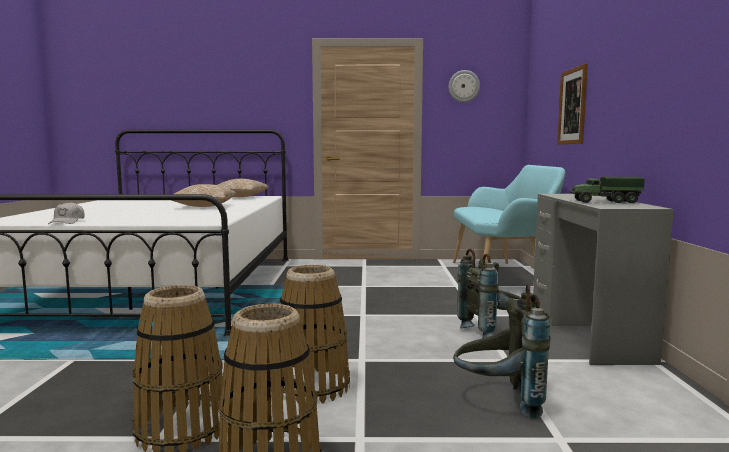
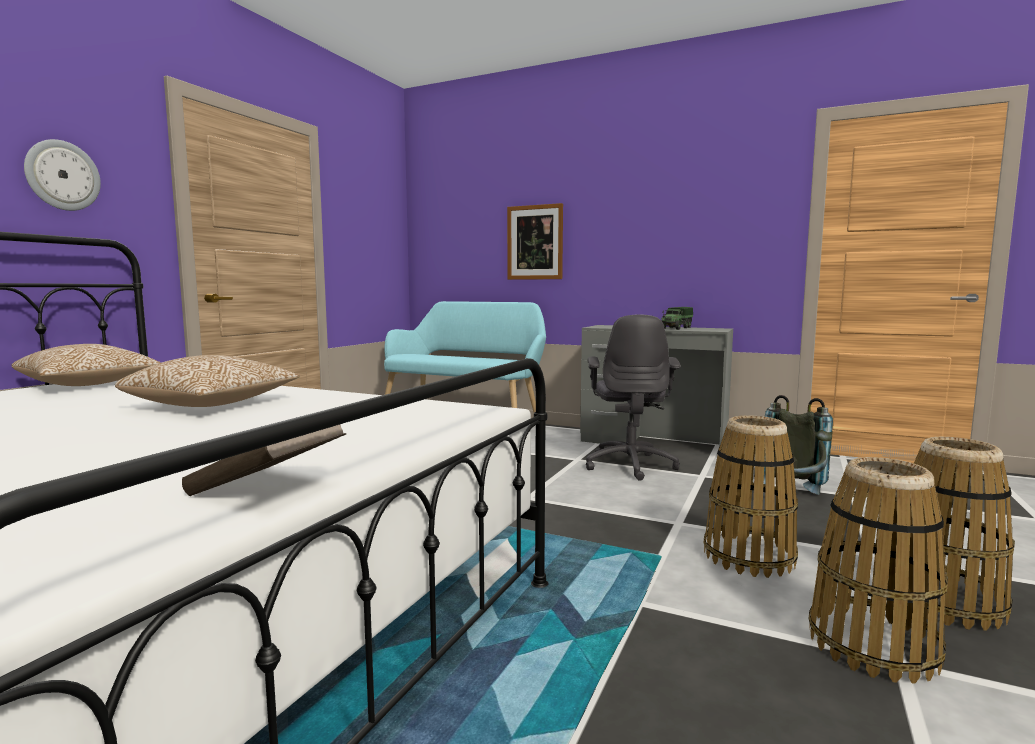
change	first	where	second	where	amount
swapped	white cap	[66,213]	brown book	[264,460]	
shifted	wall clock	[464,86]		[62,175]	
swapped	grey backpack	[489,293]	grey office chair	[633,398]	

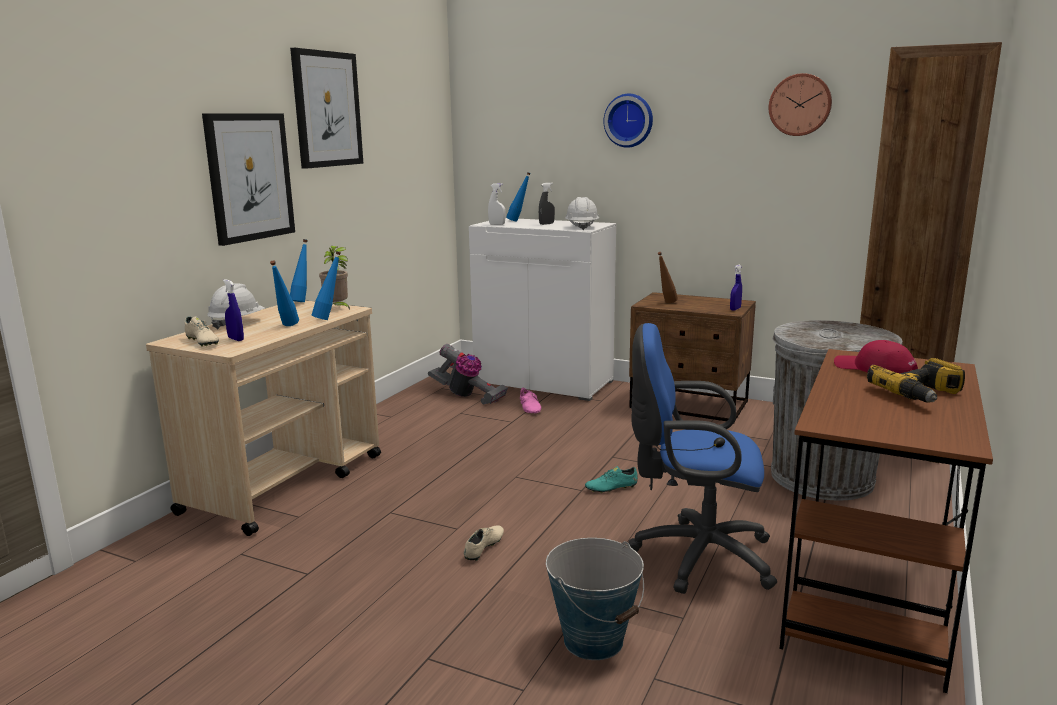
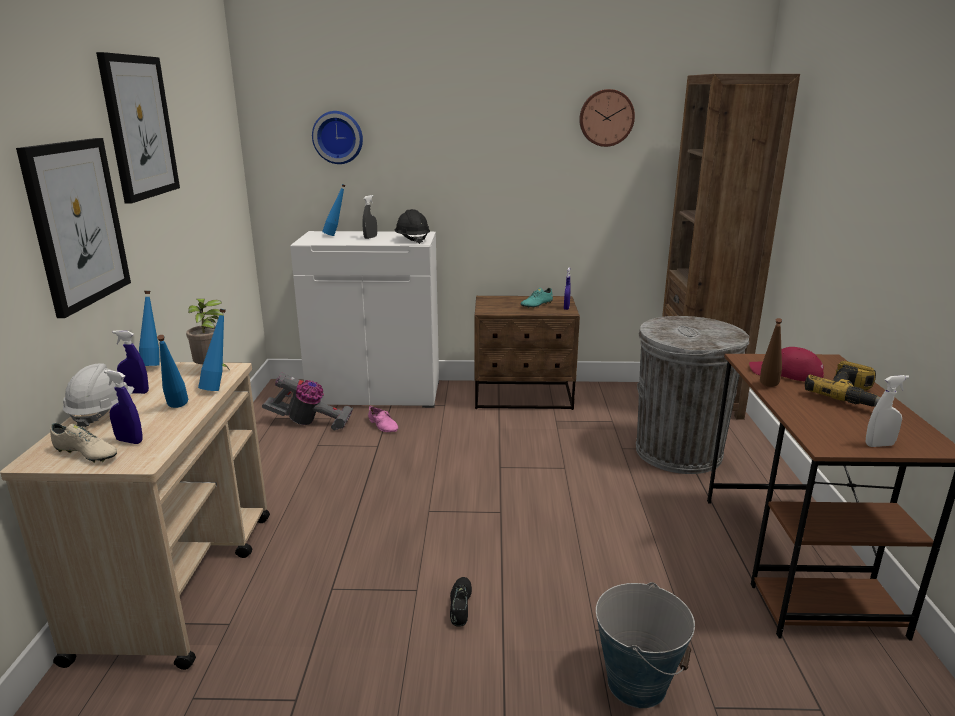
change	first	where	second	where	amount
repainted	beige shoe	[484,543]	black shoe	[461,602]	
shifted	white spray bottle	[496,204]		[887,411]	
repainted	white hard hat	[582,213]	black hard hat	[412,226]	
shifted	turquoise shoe	[611,479]		[537,298]	
shifted	wall clock	[628,121]		[337,137]	
gone	blue office chair	[702,458]			
shifted	brown bottle	[668,277]		[771,352]	
new			blue spray bottle	[131,362]	

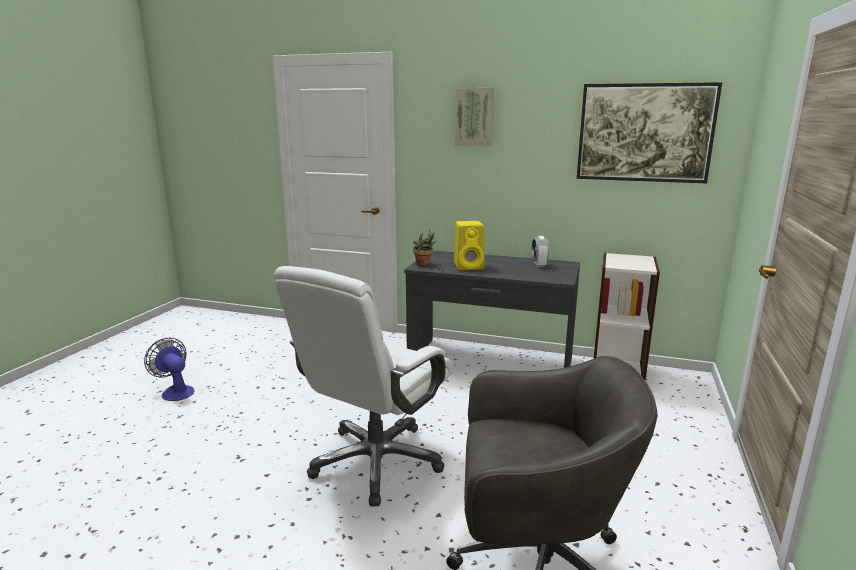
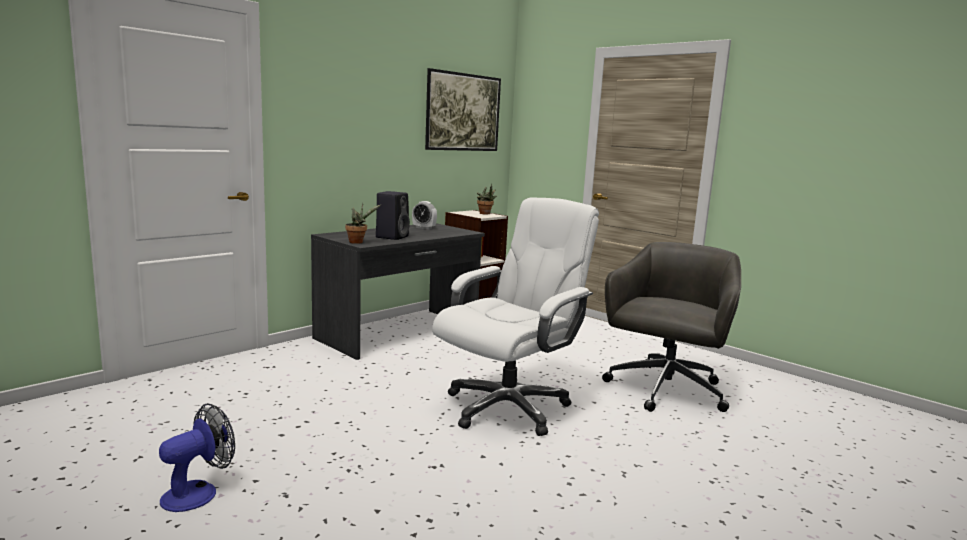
change	first	where	second	where	amount
rotated	fan	[169,369]		[197,457]	150 degrees clockwise
rotated	white office chair	[363,386]		[515,316]	105 degrees counterclockwise
repainted	yellow speaker	[469,245]	black speaker	[393,215]	
gone	picture	[474,117]			
new			potted plant	[487,199]	

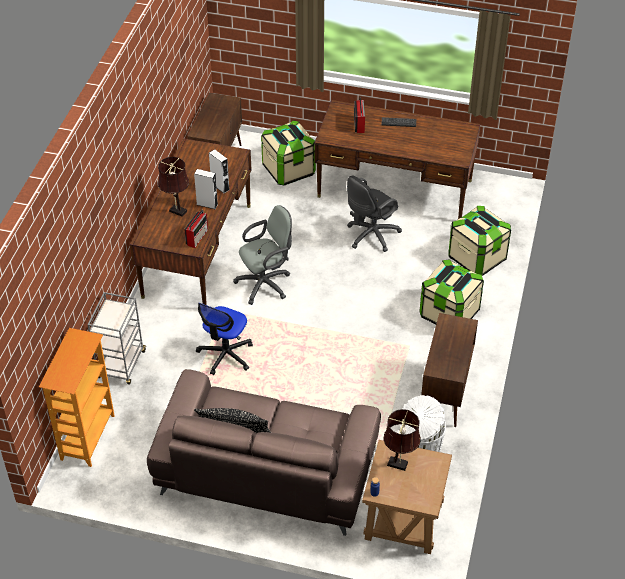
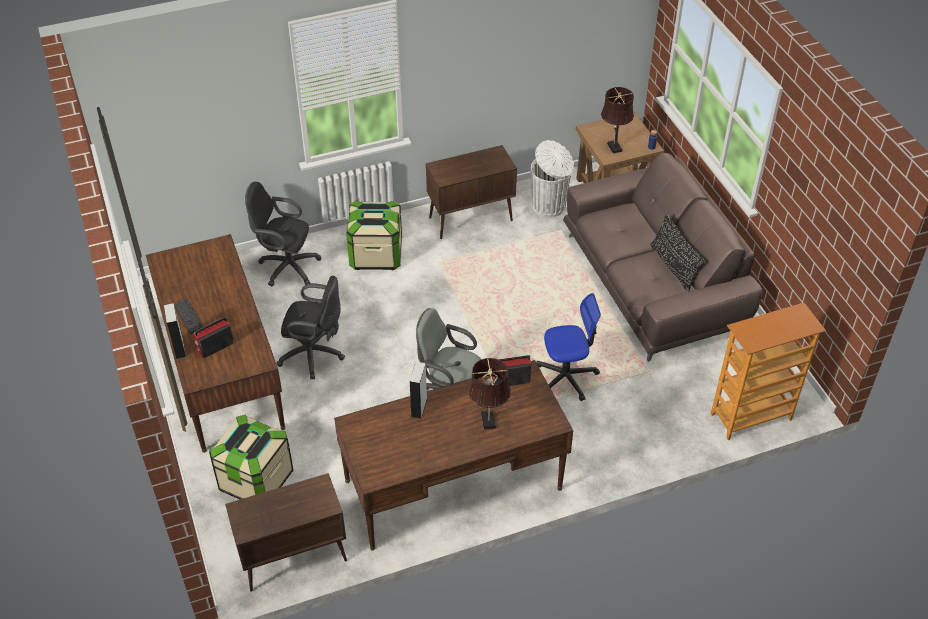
change	first	where	second	where	amount
gone	grey cart	[117,338]			
shifted	grey speaker	[206,189]		[175,331]	
swapped	storage box	[480,241]	black office chair	[283,234]	

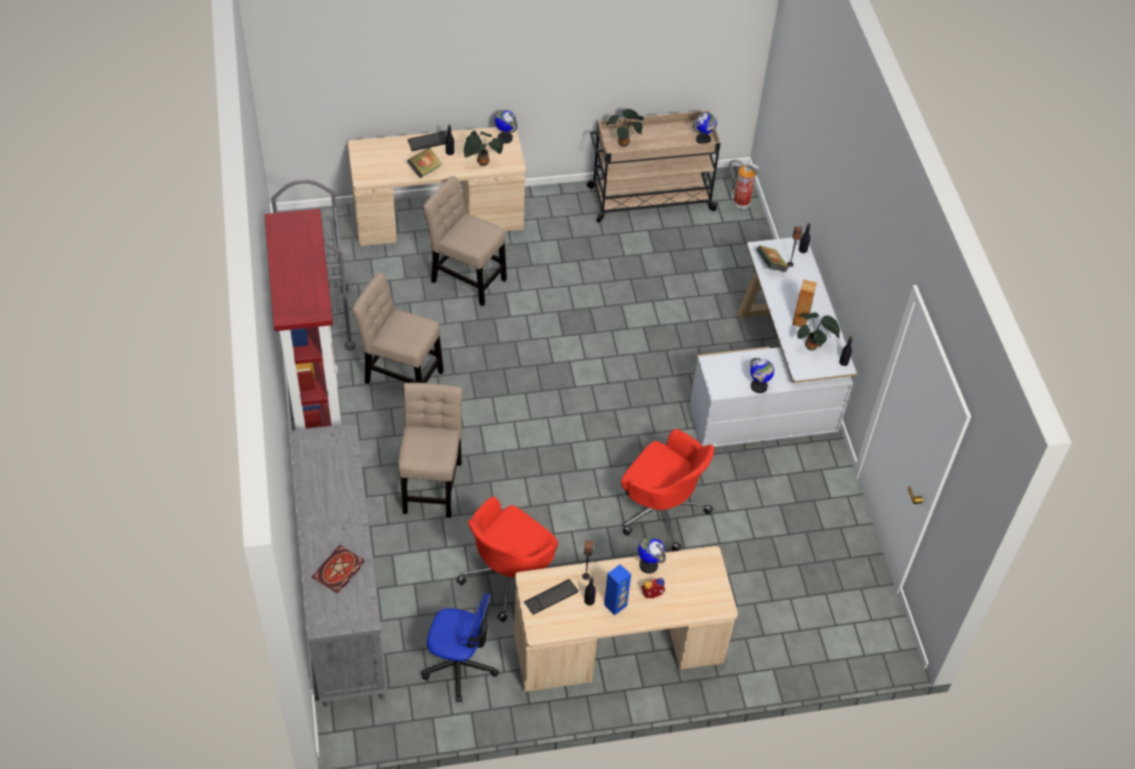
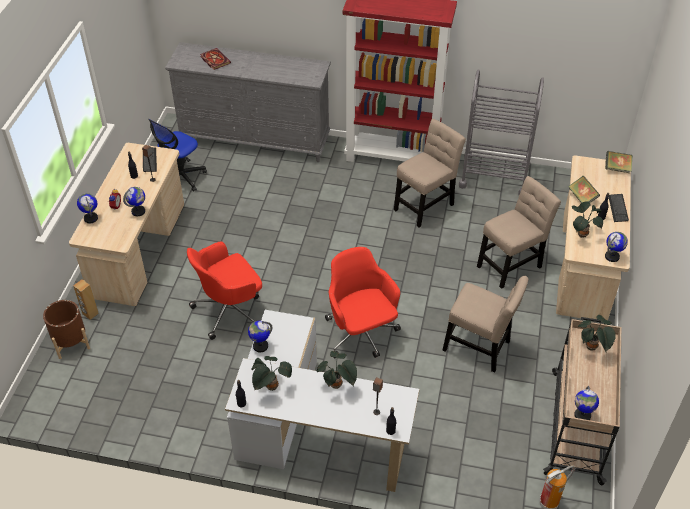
change	first	where	second	where	amount
shifted	beige chair	[430,450]		[486,324]	
shifted	red office chair	[507,559]		[363,303]	
gone	blue speaker	[617,590]			
shifted	book	[772,259]		[619,162]	
shifted	brown speaker	[804,303]		[86,299]	
new			brown planter	[66,329]	
new			globe	[87,208]	
new			potted plant	[336,370]	

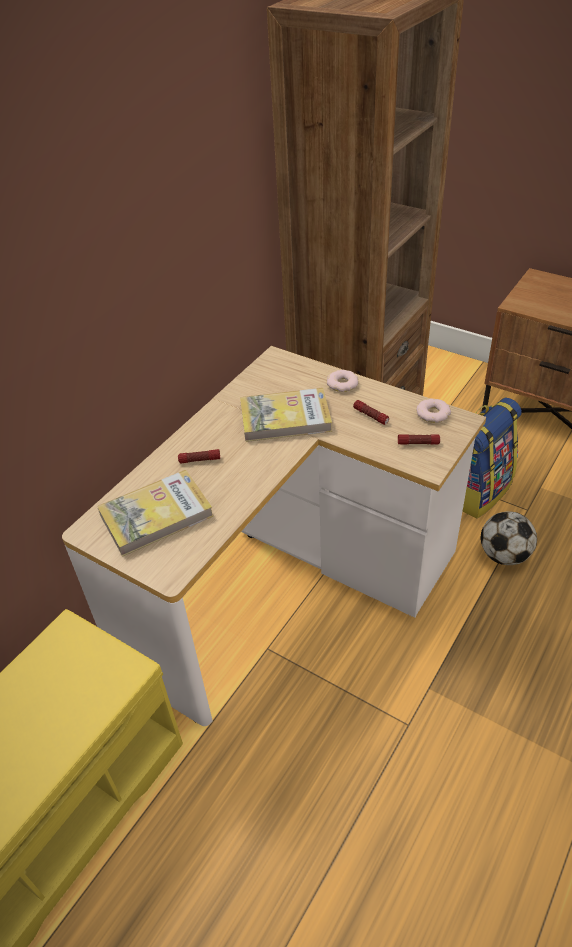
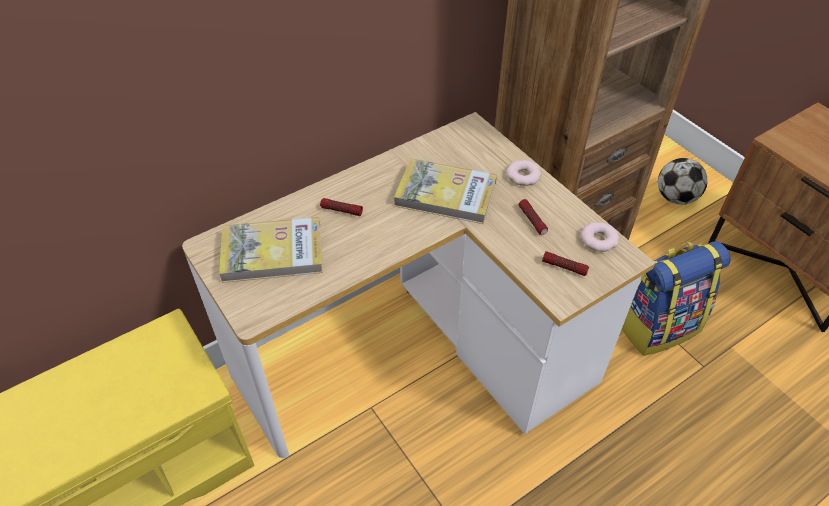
change	first	where	second	where	amount
shifted	football	[509,538]		[683,181]	

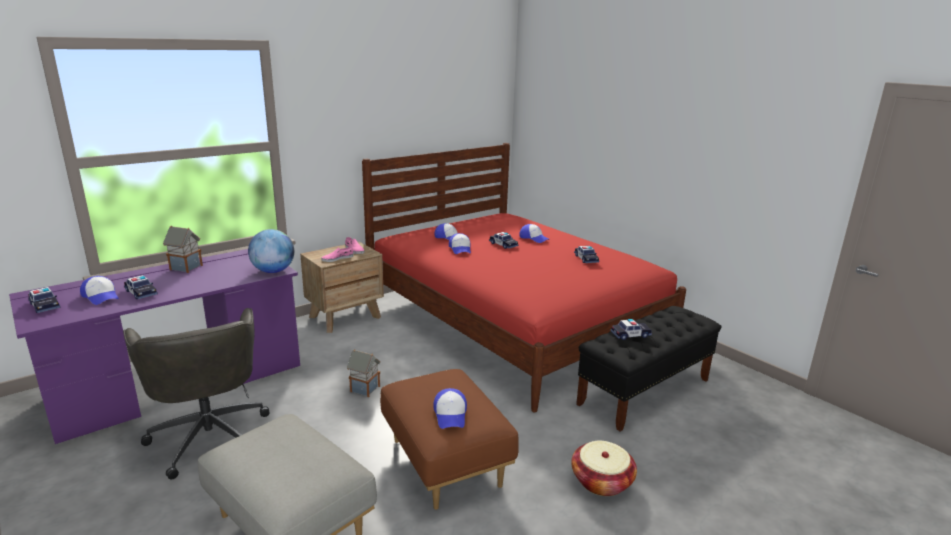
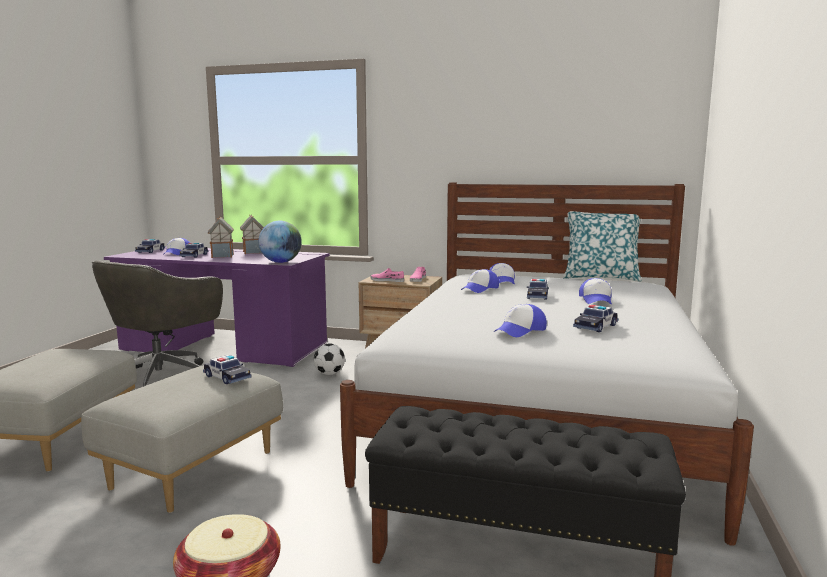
change	first	where	second	where	amount
shifted	toy house	[363,373]		[221,237]	
repainted	red bed	[524,277]	white bed	[547,364]	
repainted	brown ottoman	[449,439]	grey ottoman	[182,439]	
shifted	cap	[450,408]		[520,320]	
shifted	toy car	[631,329]		[227,369]	
new			football	[329,359]	
new			pillow	[602,246]	

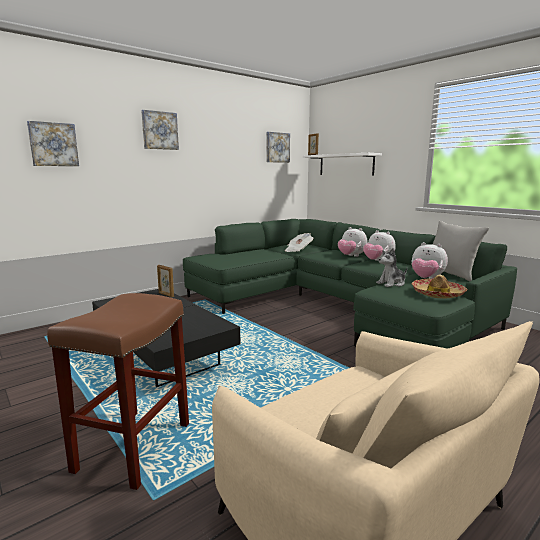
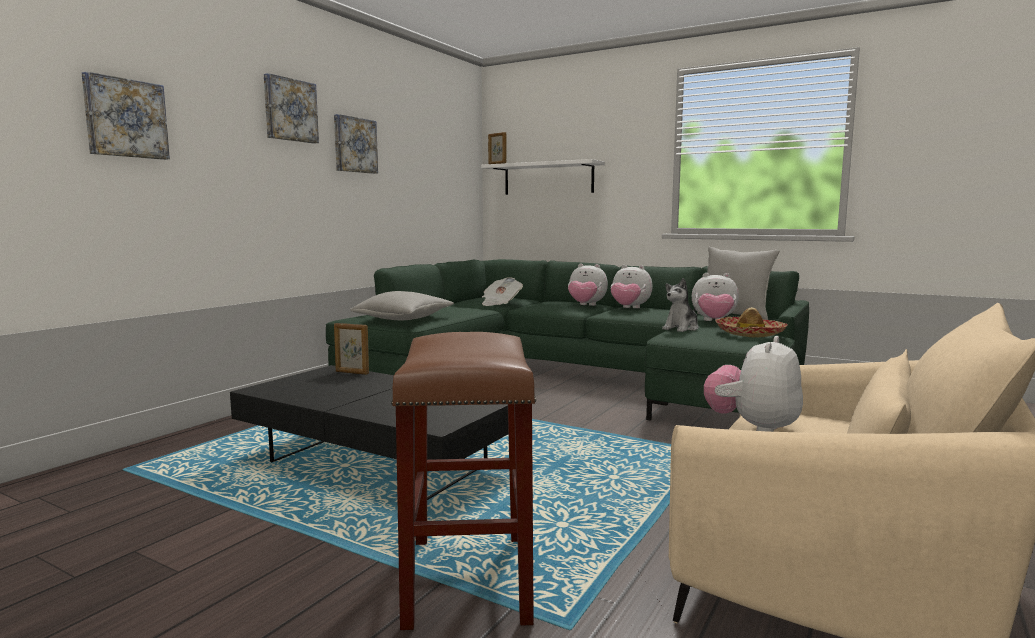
change	first	where	second	where	amount
shifted	picture	[278,147]		[356,144]	
new			grey pillow	[402,305]	
new			plush toy	[753,384]	

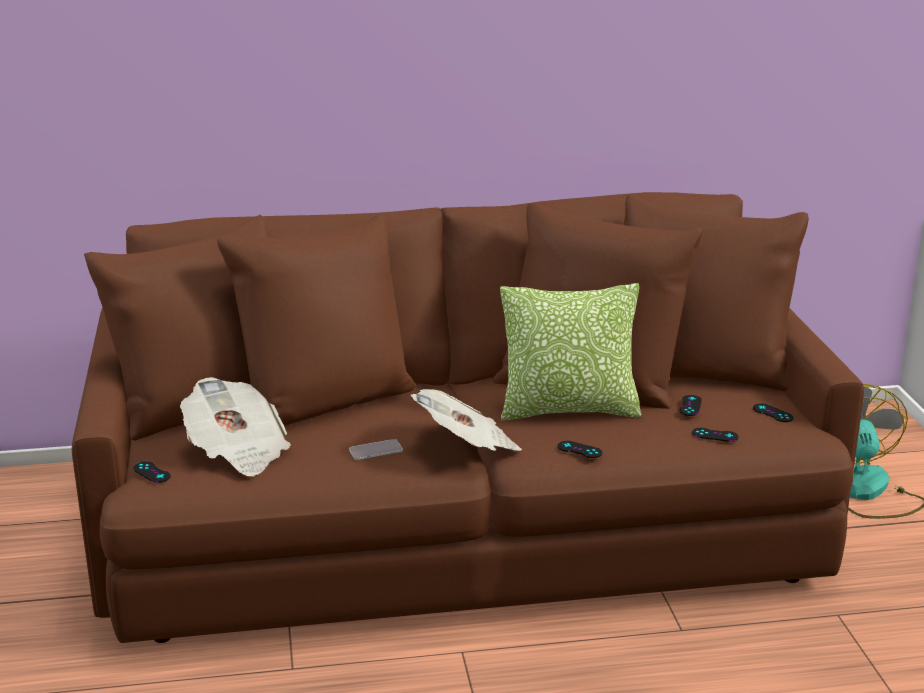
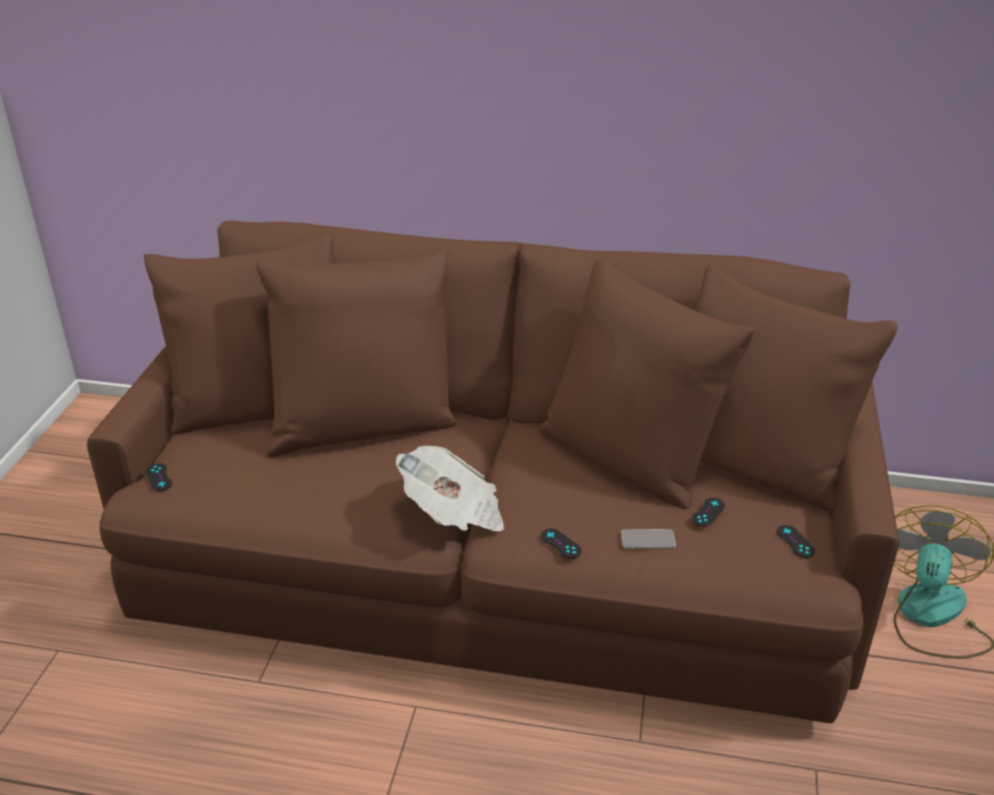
change	first	where	second	where	amount
gone	newspaper	[235,427]			
shifted	phone	[376,449]		[648,539]	
gone	pillow	[570,351]			
gone	black game controller	[715,435]			

